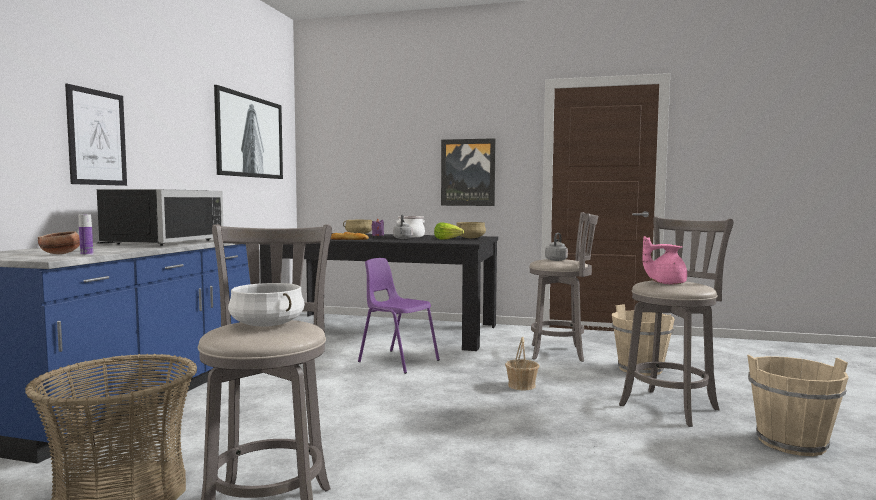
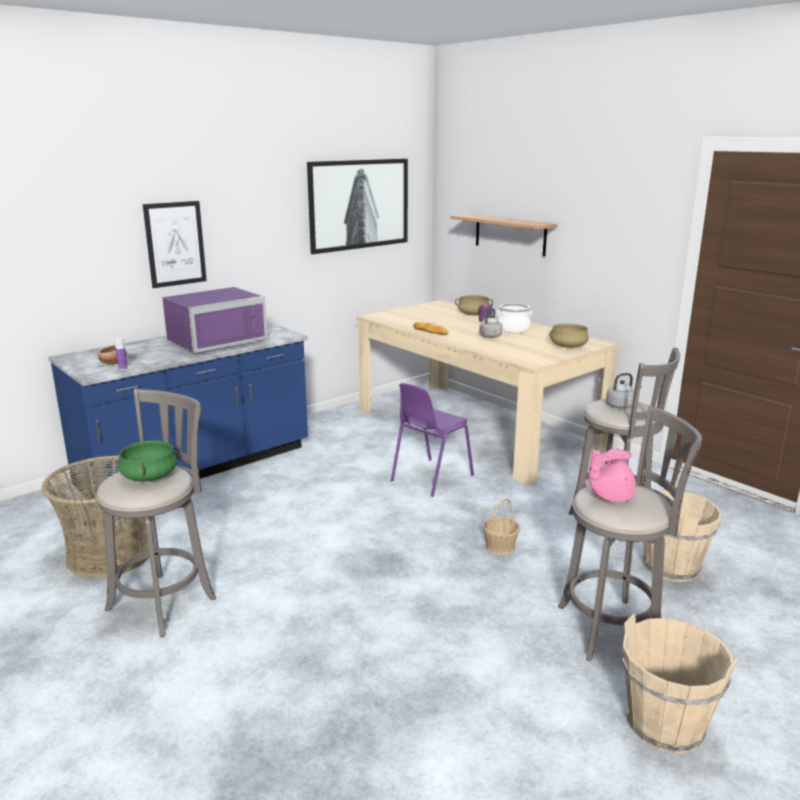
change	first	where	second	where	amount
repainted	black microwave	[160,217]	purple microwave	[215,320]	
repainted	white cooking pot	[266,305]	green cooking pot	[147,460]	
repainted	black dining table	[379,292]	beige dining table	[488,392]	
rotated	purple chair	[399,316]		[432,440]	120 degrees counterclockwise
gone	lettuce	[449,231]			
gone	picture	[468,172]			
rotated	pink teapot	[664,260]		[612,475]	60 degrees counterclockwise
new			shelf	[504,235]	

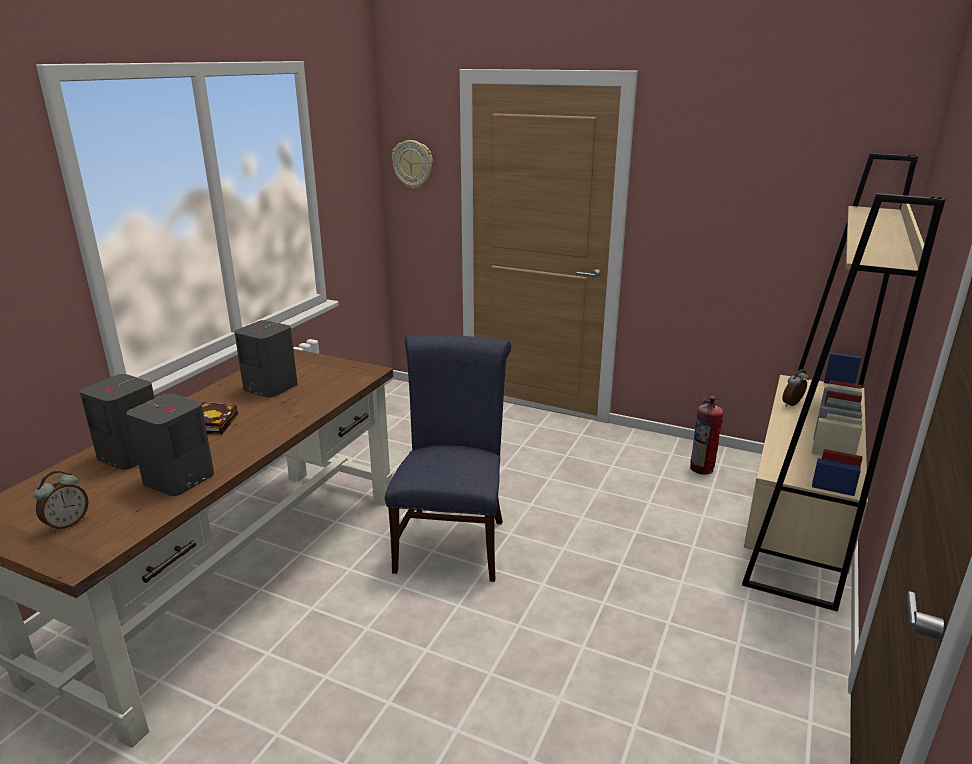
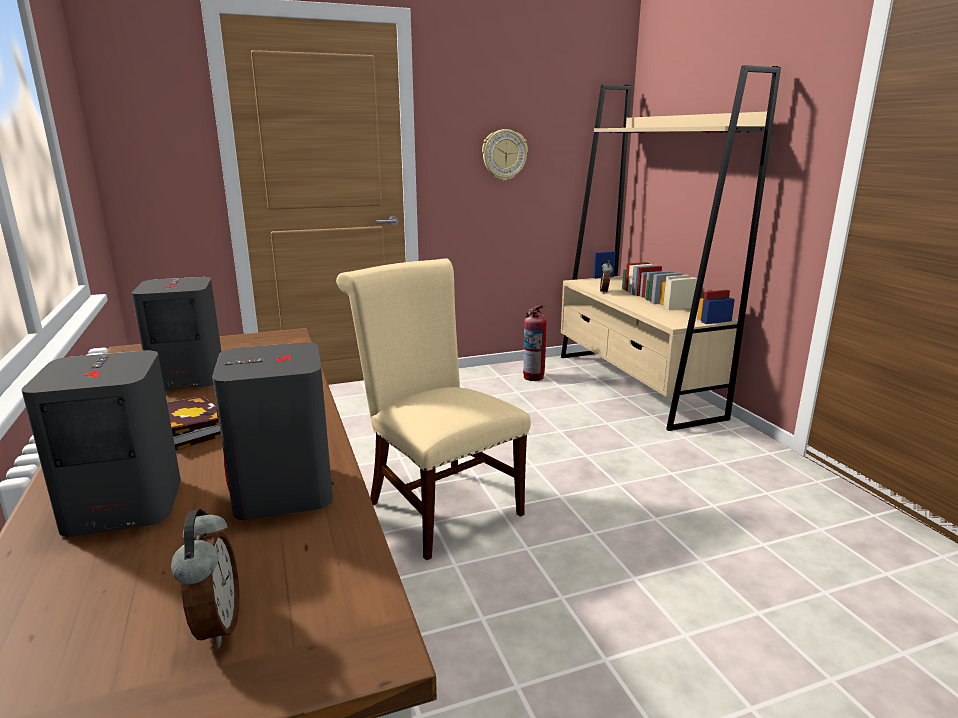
change	first	where	second	where	amount
repainted	blue chair	[448,458]	beige chair	[433,409]	
shifted	wall clock	[412,164]		[505,155]	

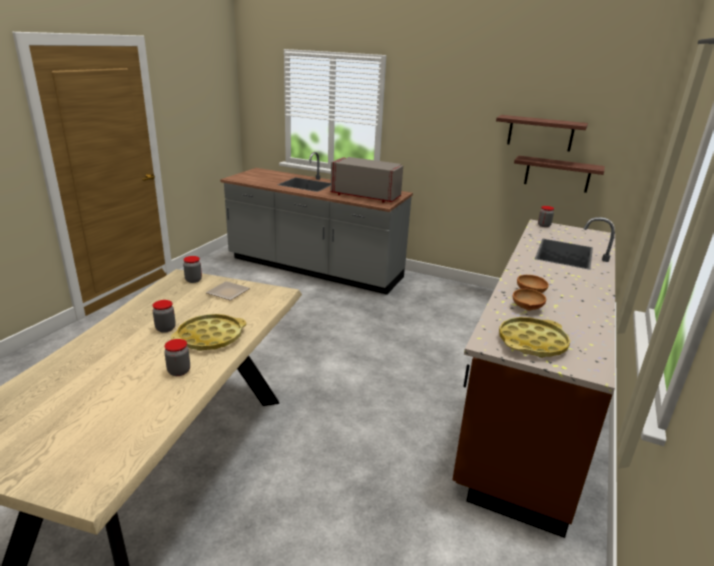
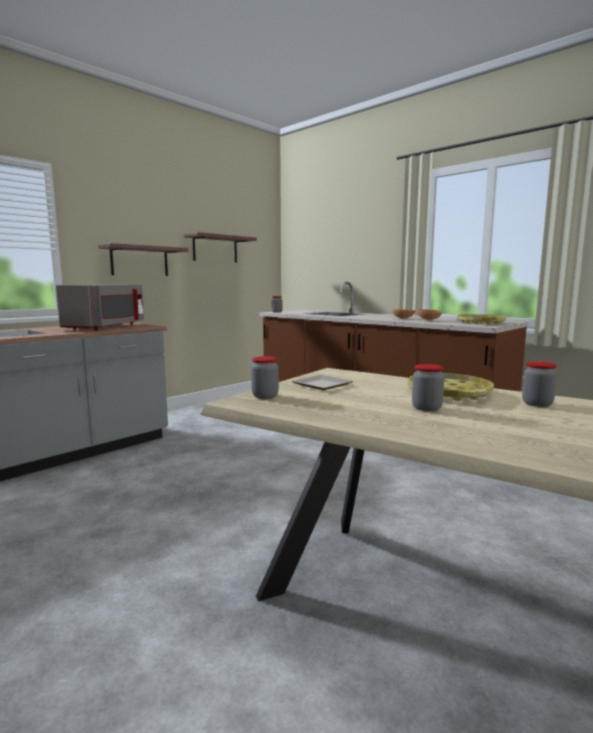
change	first	where	second	where	amount
rotated	grey microwave	[367,180]		[100,307]	150 degrees clockwise
shifted	shelf	[559,174]		[143,259]	

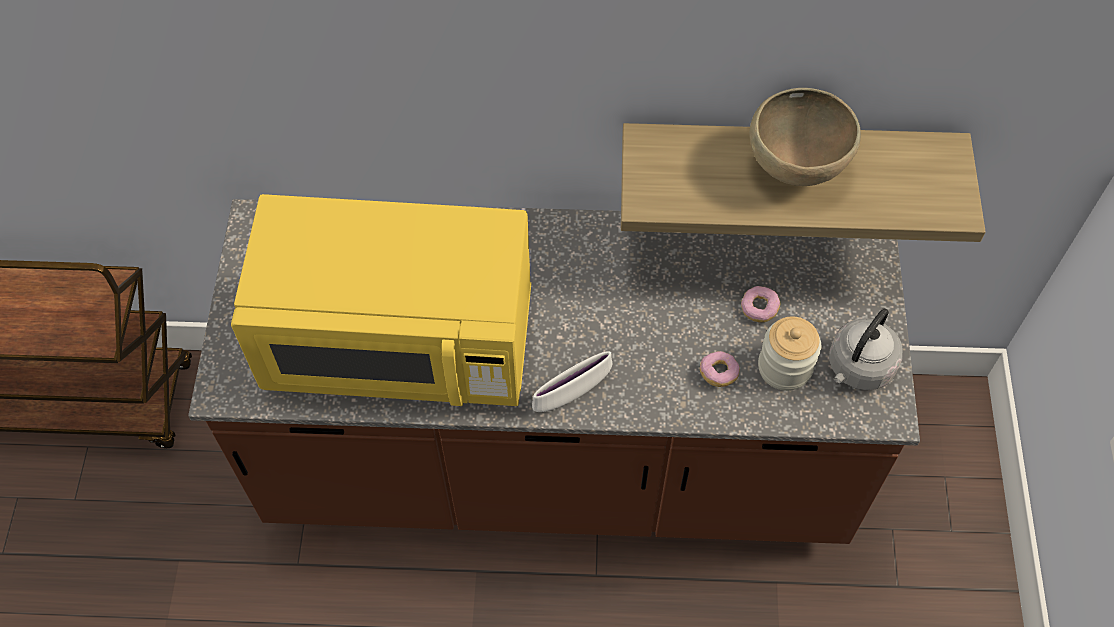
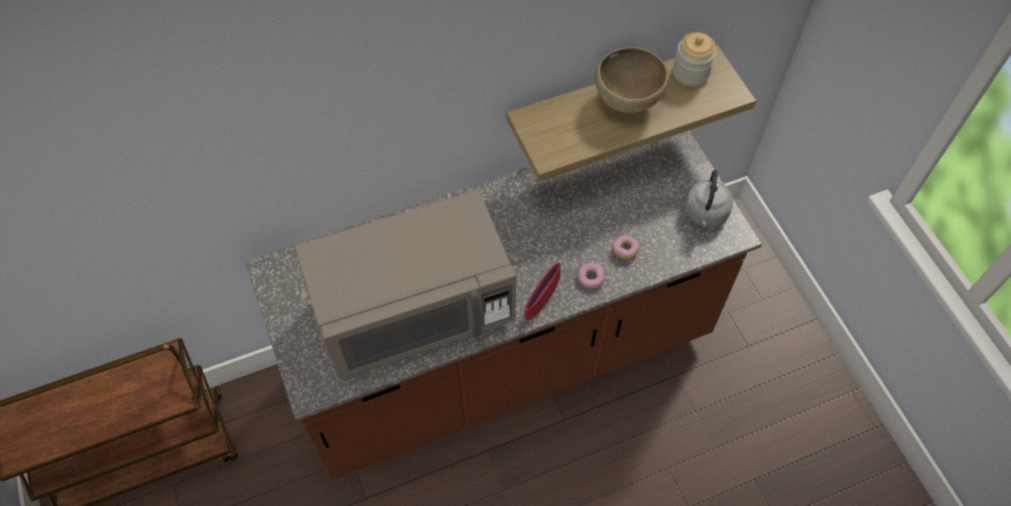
change	first	where	second	where	amount
repainted	yellow microwave	[381,300]	grey microwave	[405,284]	
repainted	white bowl	[572,381]	red bowl	[542,291]	
shifted	donut	[760,304]		[591,276]	
shifted	jar	[789,353]		[694,59]	

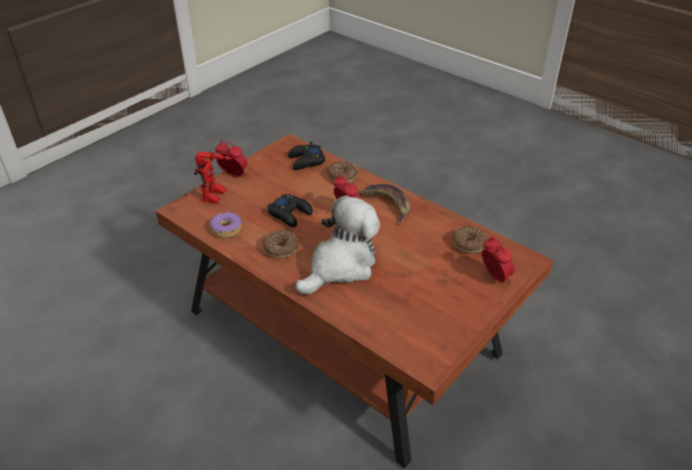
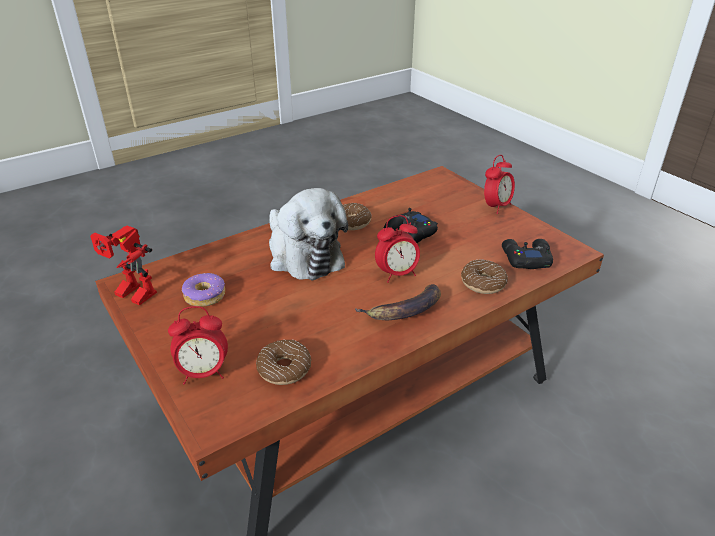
change	first	where	second	where	amount
shifted	toy robot	[213,177]		[123,265]	
shifted	donut	[226,225]		[203,290]	

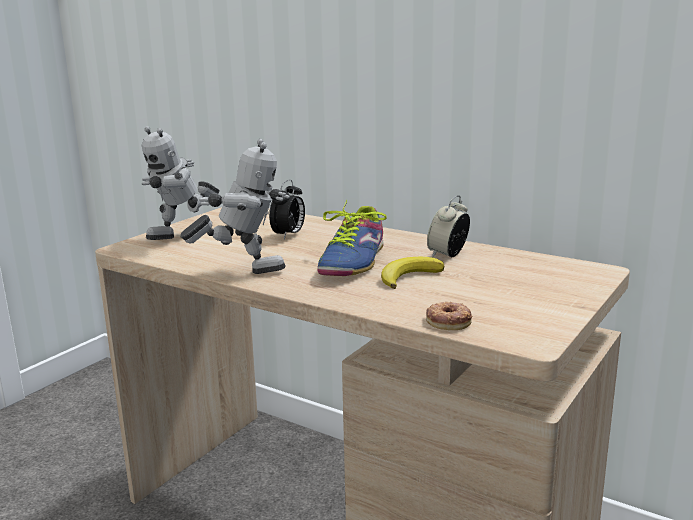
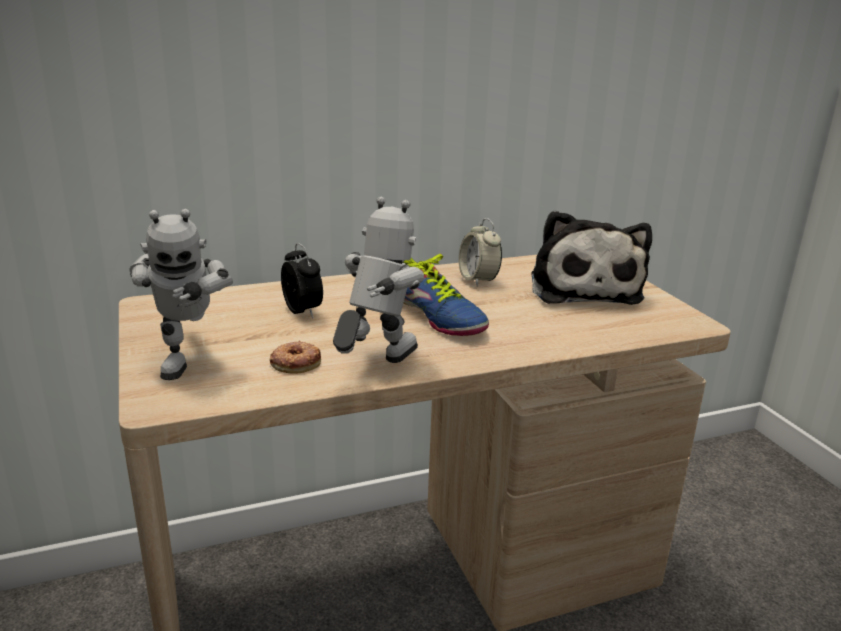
change	first	where	second	where	amount
gone	banana	[412,272]			
shifted	donut	[449,316]		[295,357]	
new			plush toy	[591,257]	

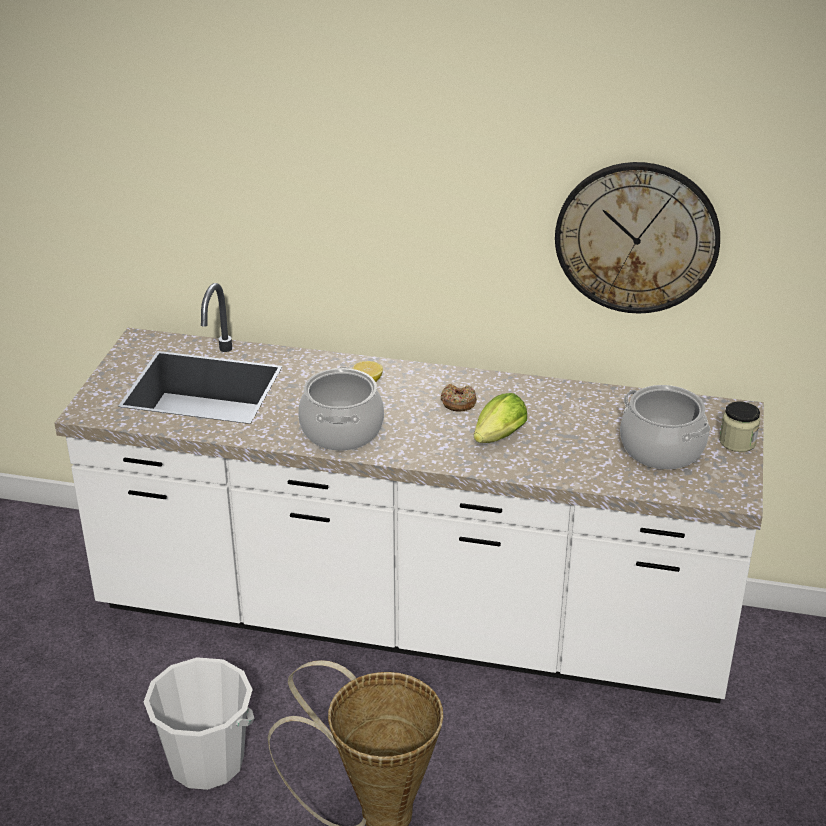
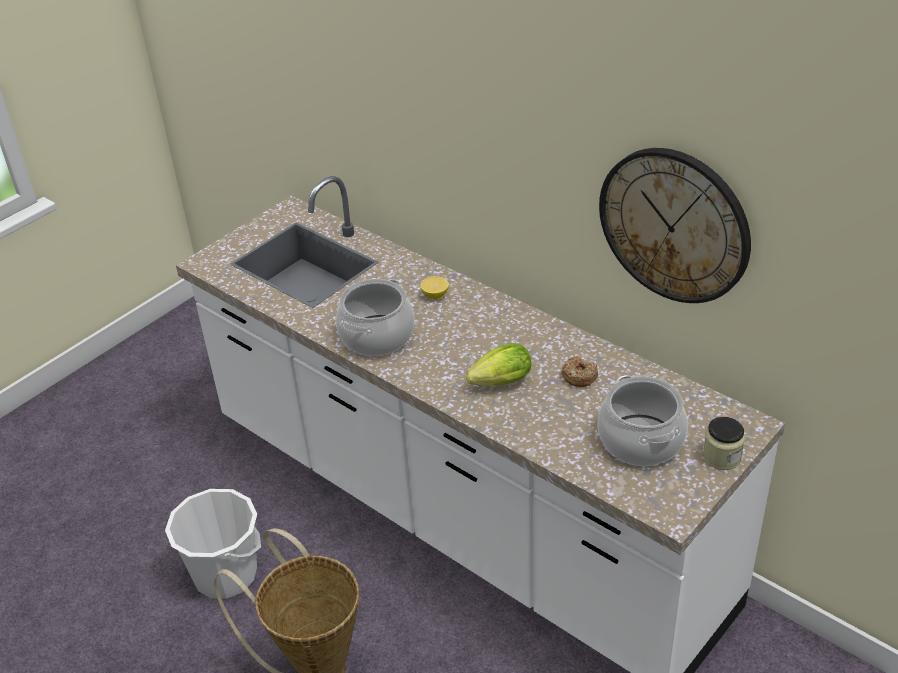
change	first	where	second	where	amount
shifted	donut	[459,397]		[579,371]	

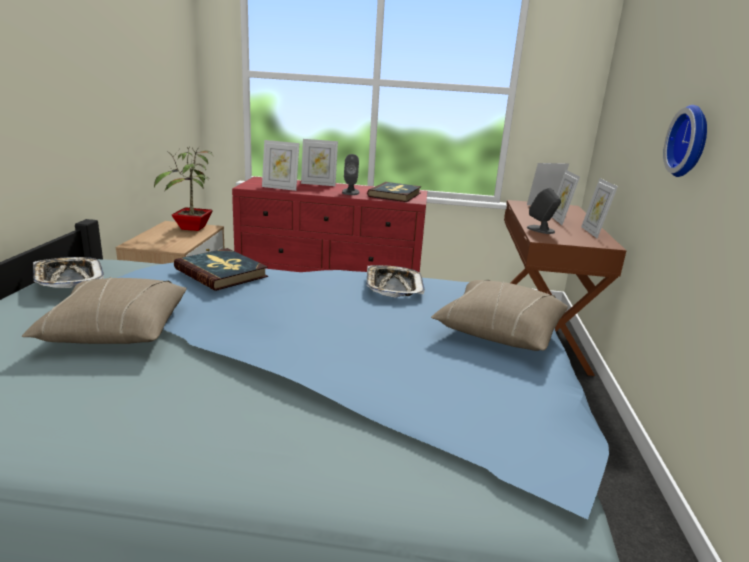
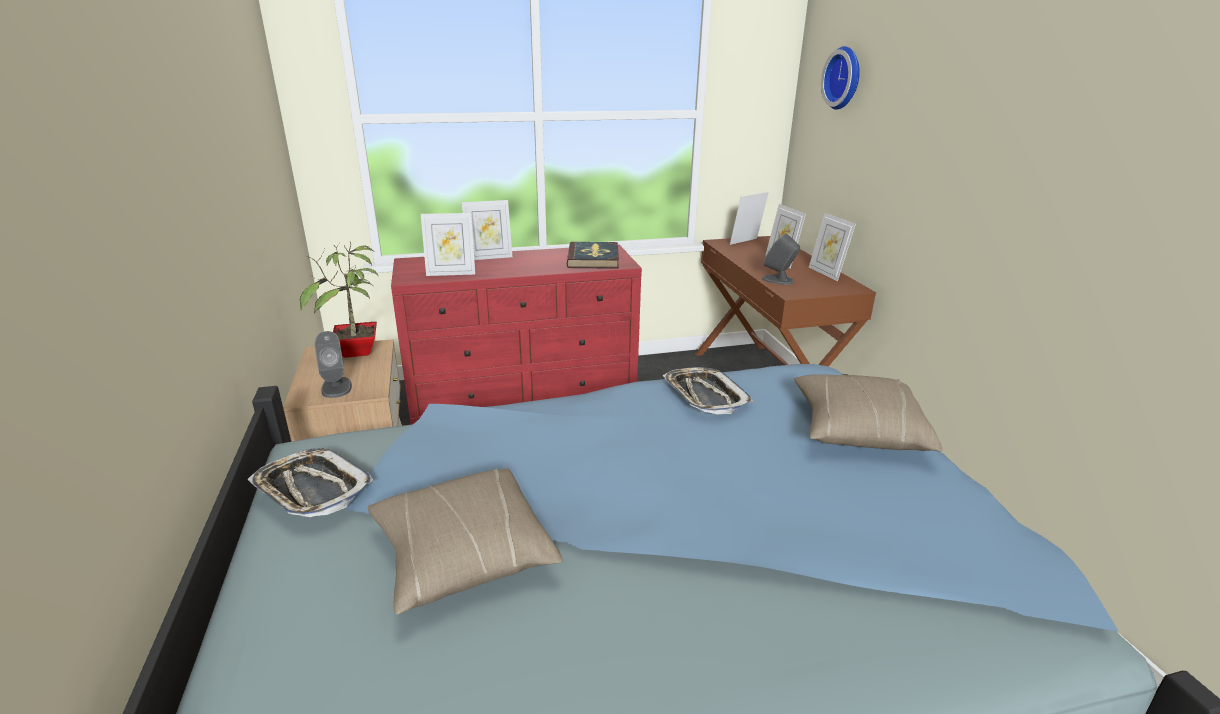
change	first	where	second	where	amount
gone	book	[221,269]			
shifted	grey speaker	[351,174]		[333,364]	
shifted	wall clock	[685,141]		[840,78]	

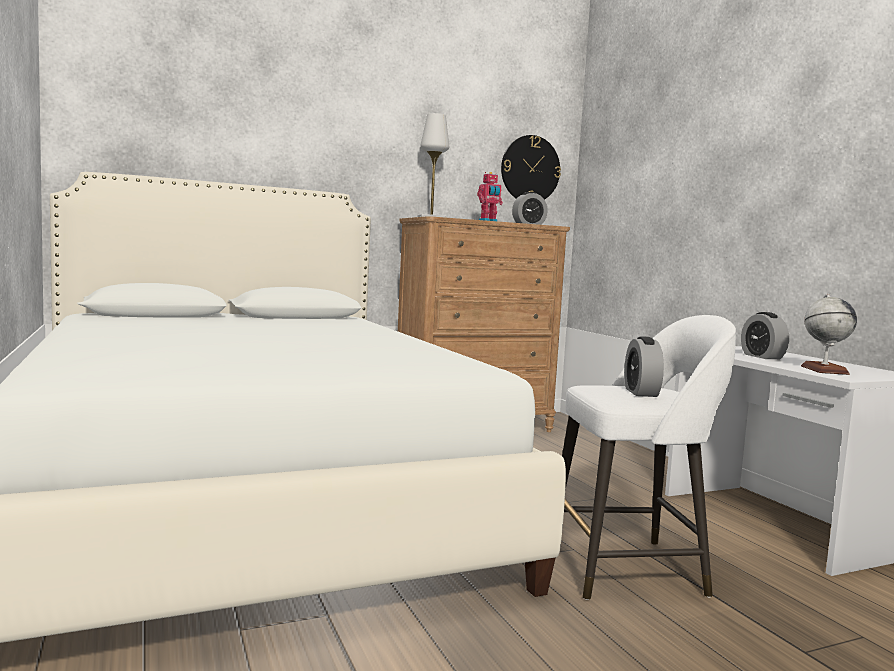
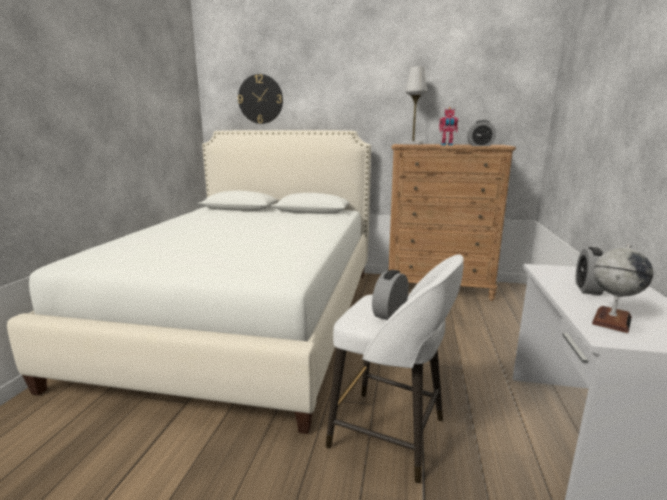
change	first	where	second	where	amount
shifted	wall clock	[531,167]		[260,99]	

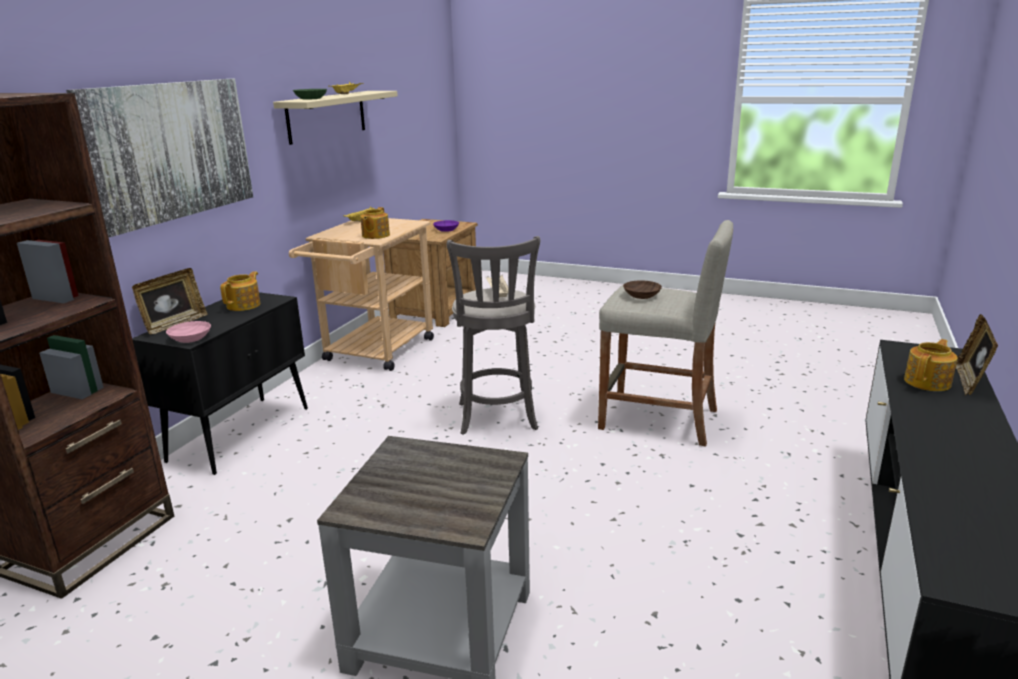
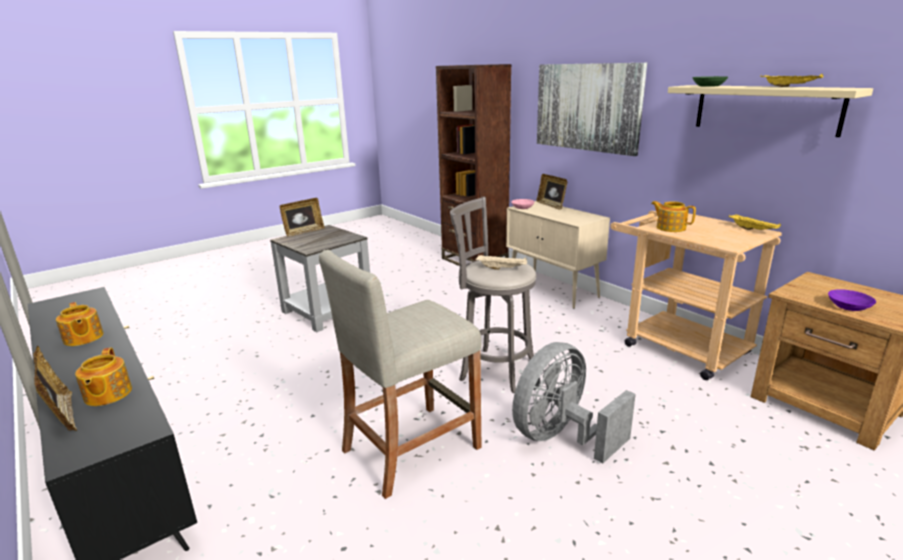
change	first	where	second	where	amount
repainted	black cabinet	[220,383]	beige cabinet	[558,255]	
shifted	teapot	[240,291]		[80,324]	
gone	brown bowl	[642,289]			
new			picture frame	[302,217]	
new			grey fan	[574,402]	

